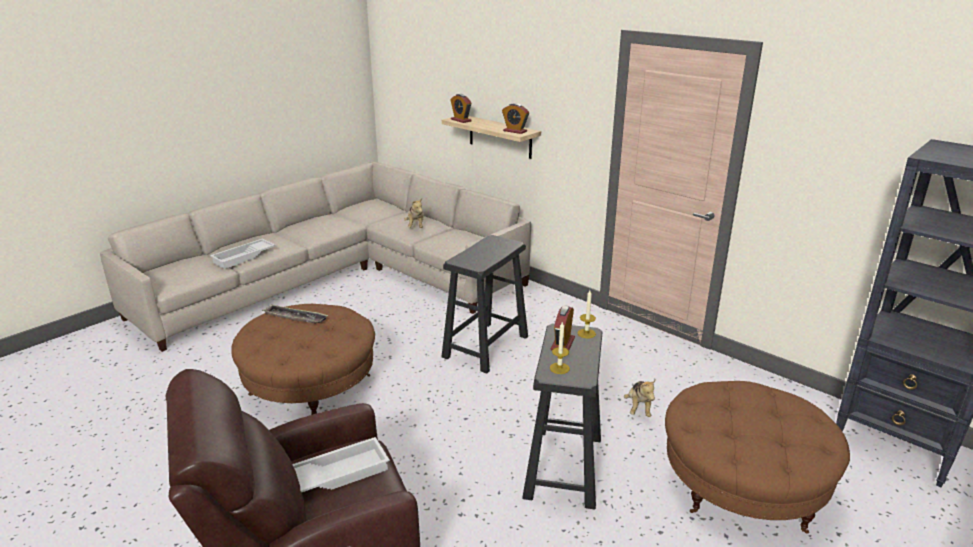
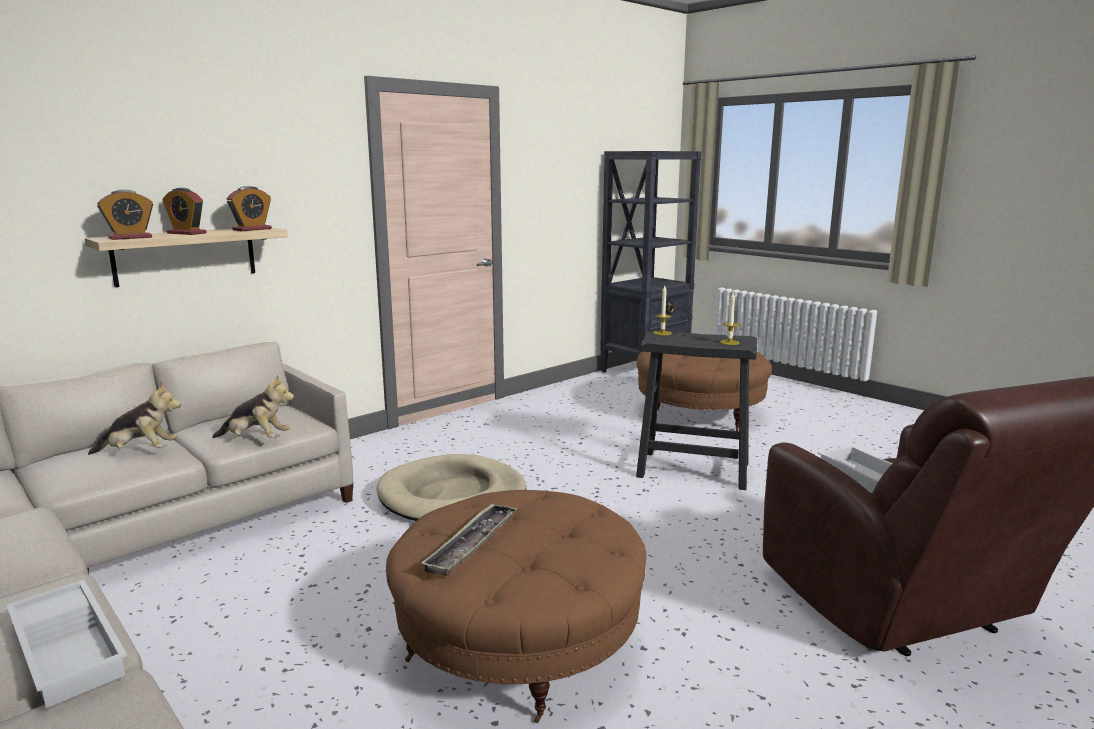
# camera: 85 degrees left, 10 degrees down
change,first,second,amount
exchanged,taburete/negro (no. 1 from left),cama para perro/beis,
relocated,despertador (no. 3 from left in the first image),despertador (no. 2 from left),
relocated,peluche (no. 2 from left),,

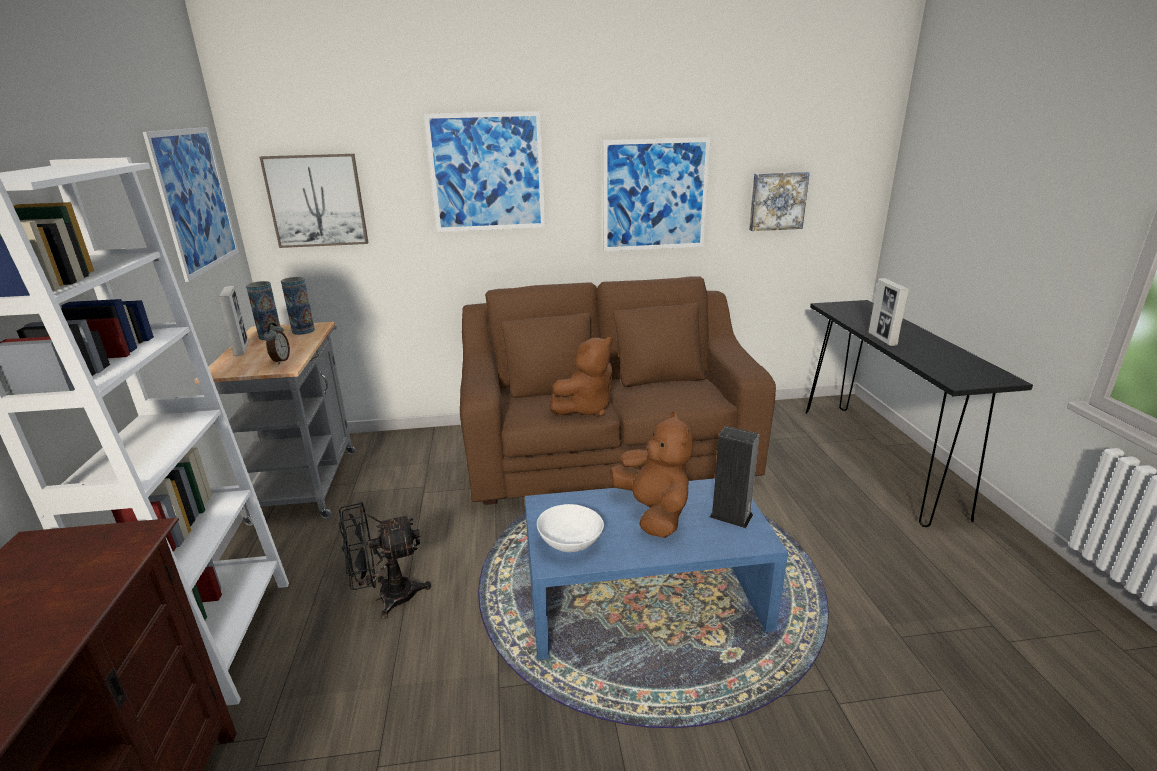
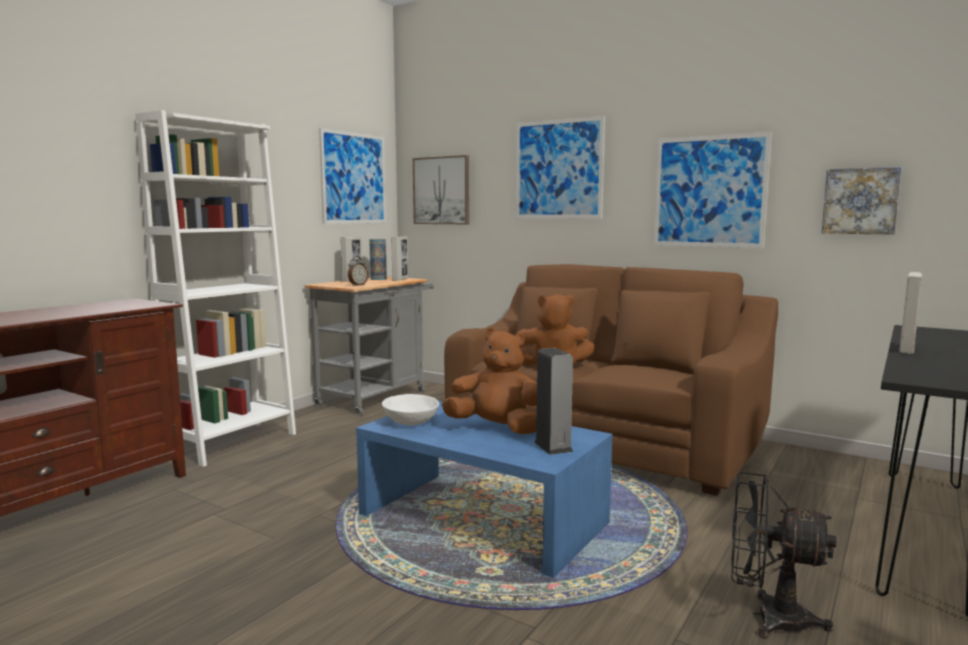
# camera: 40 degrees right, 15 degrees down
change,first,second,amount
exchanged,florero (no. 2 from left),portarretratos (no. 2 from left),
relocated,ventilador/negro,,
spun,peluche/marrón (no. 2 from left in the first image),peluche/marrón (no. 1 from left),90 degrees counterclockwise

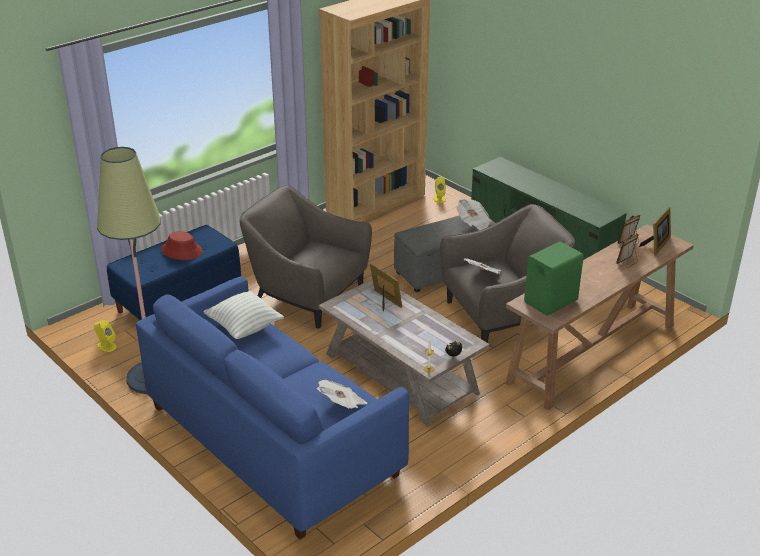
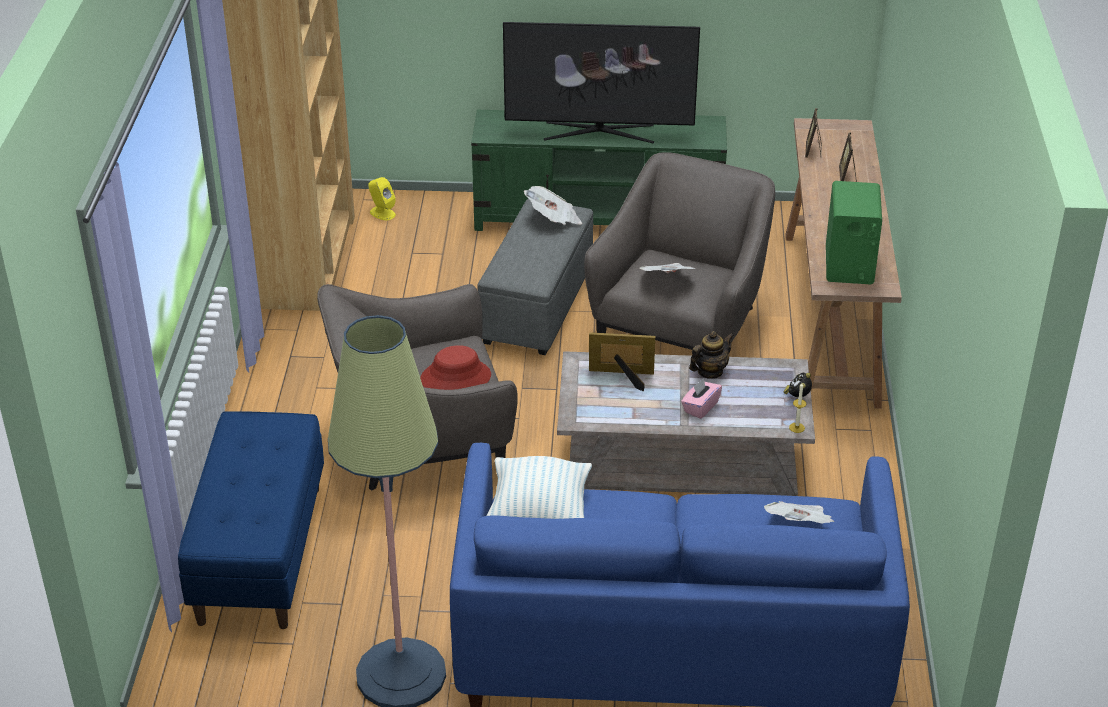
# camera: 45 degrees left, 5 degrees up
change,first,second,amount
missing,altavoz/amarillo (no. 1 from left),,
relocated,sombrero/rojo,,
missing,portarretratos (no. 4 from left),,
appeared,,televisor,
appeared,,caja de pañuelos/rosa,
appeared,,tetera,

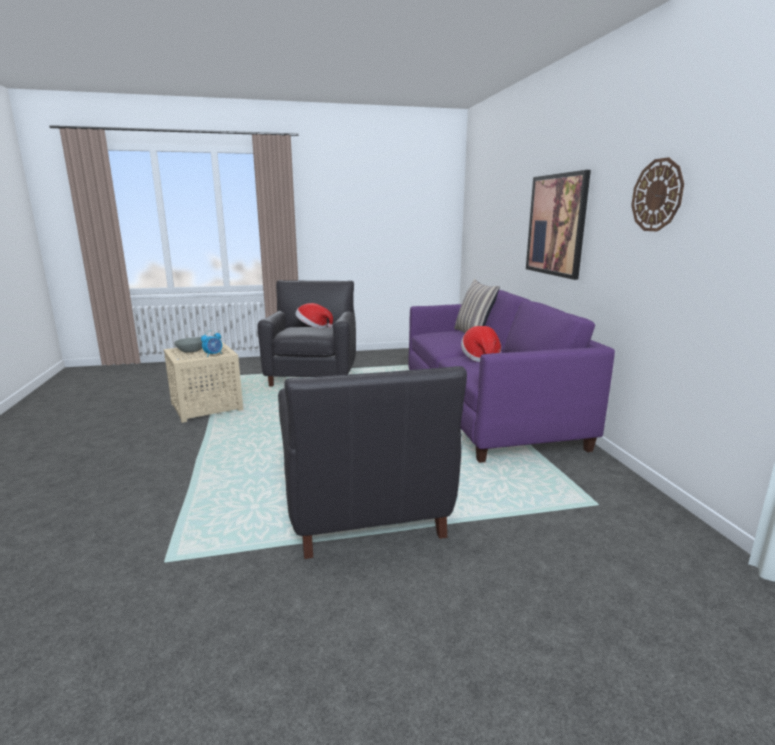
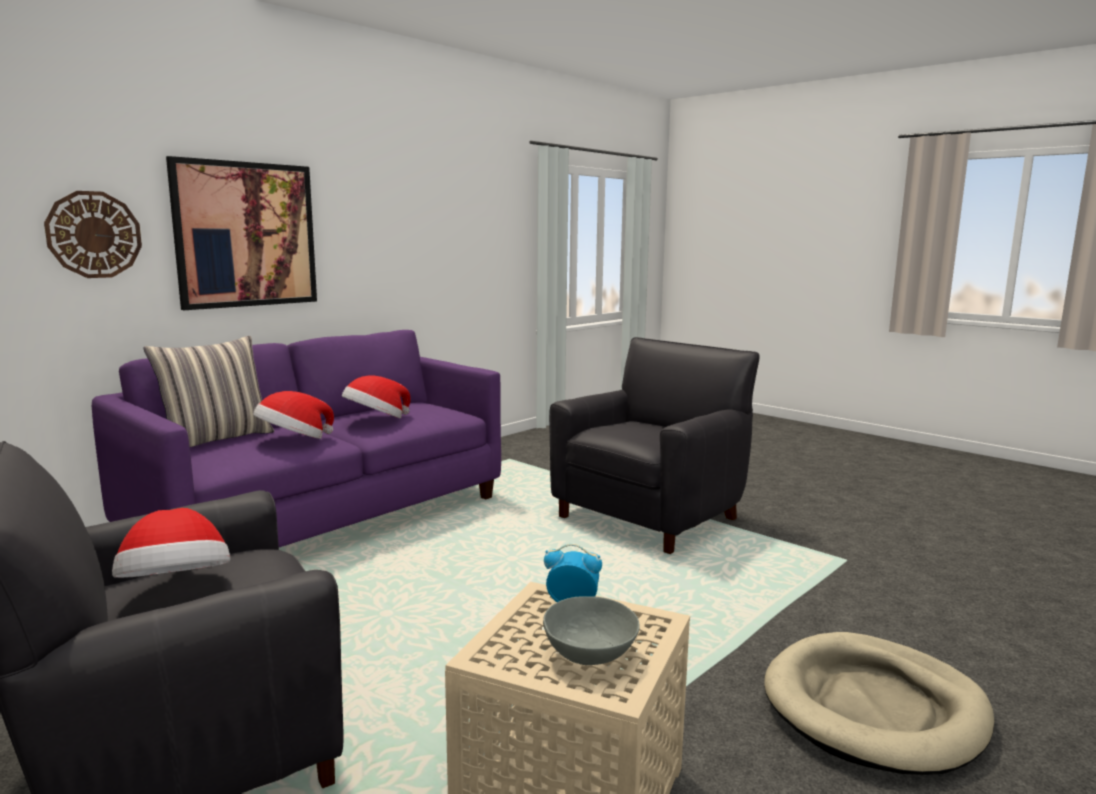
# camera: 125 degrees left, 5 degrees down
change,first,second,amount
relocated,reloj de pared,,
appeared,,sombrero (no. 2 from left),
appeared,,cama para perro/beis,

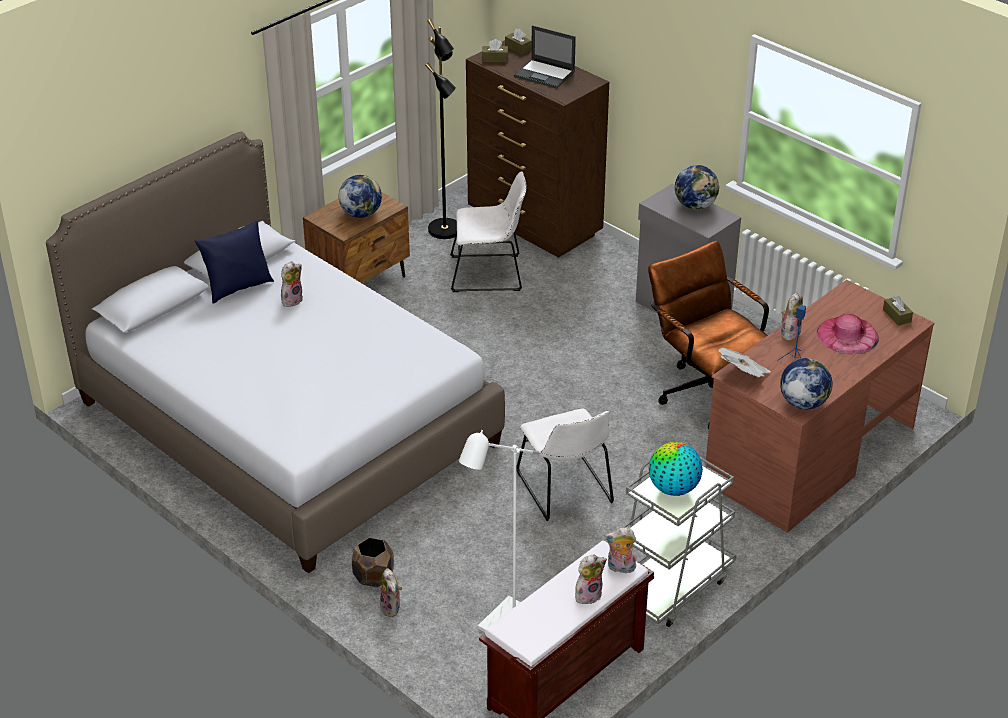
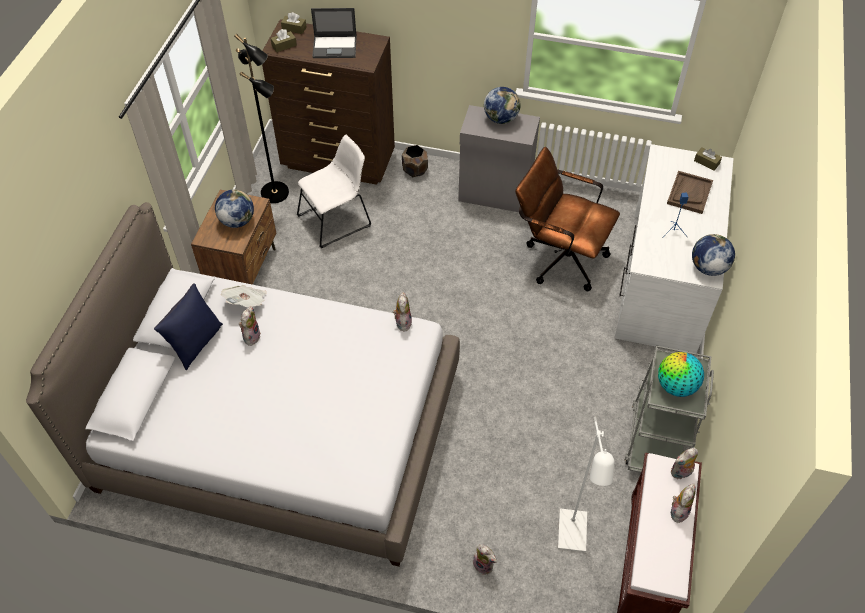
# camera: 30 degrees left, 15 degrees up
change,first,second,amount
relocated,maceta/marrón,,
missing,silla/blanco (no. 2 from left),,
colour,escritorio/marrón,escritorio/blanco,
relocated,periódico,,
relocated,peluche (no. 5 from left in the first image),peluche (no. 2 from left),
exchanged,sombrero/rosa,bandeja/marrón,

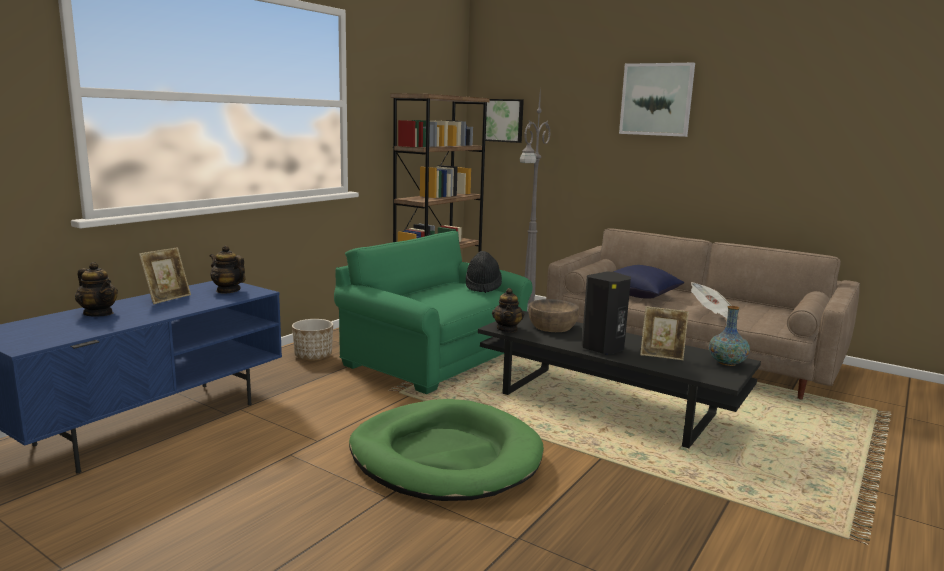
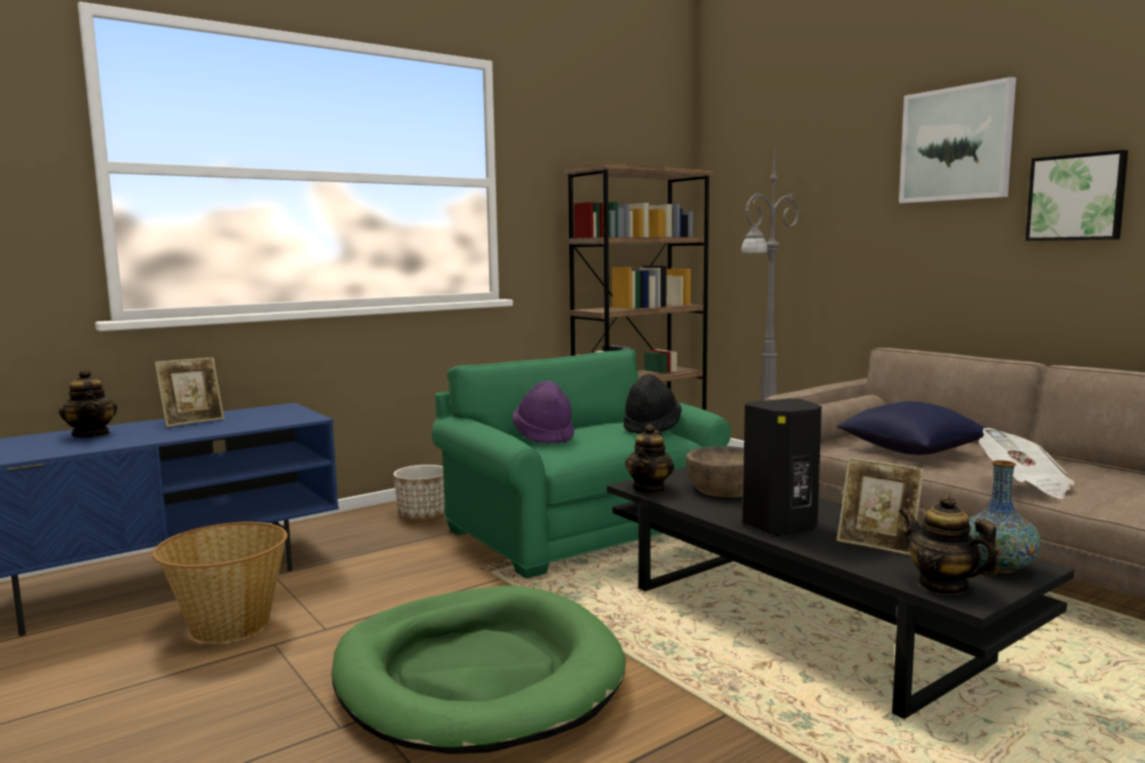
# camera: 20 degrees right, 5 degrees down
change,first,second,amount
relocated,tetera (no. 2 from left in the first image),tetera (no. 3 from left),
relocated,cuadro (no. 1 from left in the first image),cuadro (no. 2 from left),
appeared,,cesta,
appeared,,sombrero/morado,

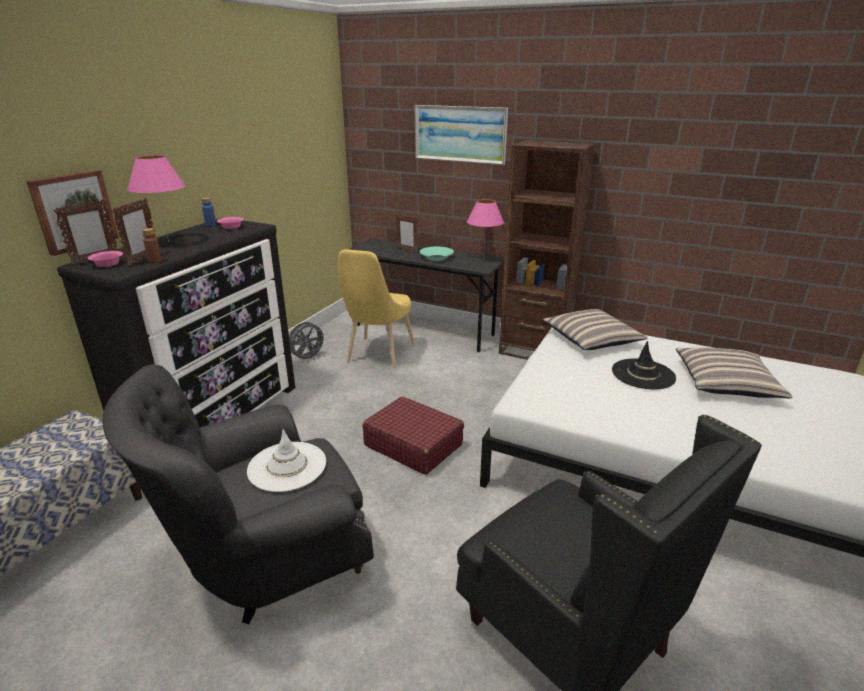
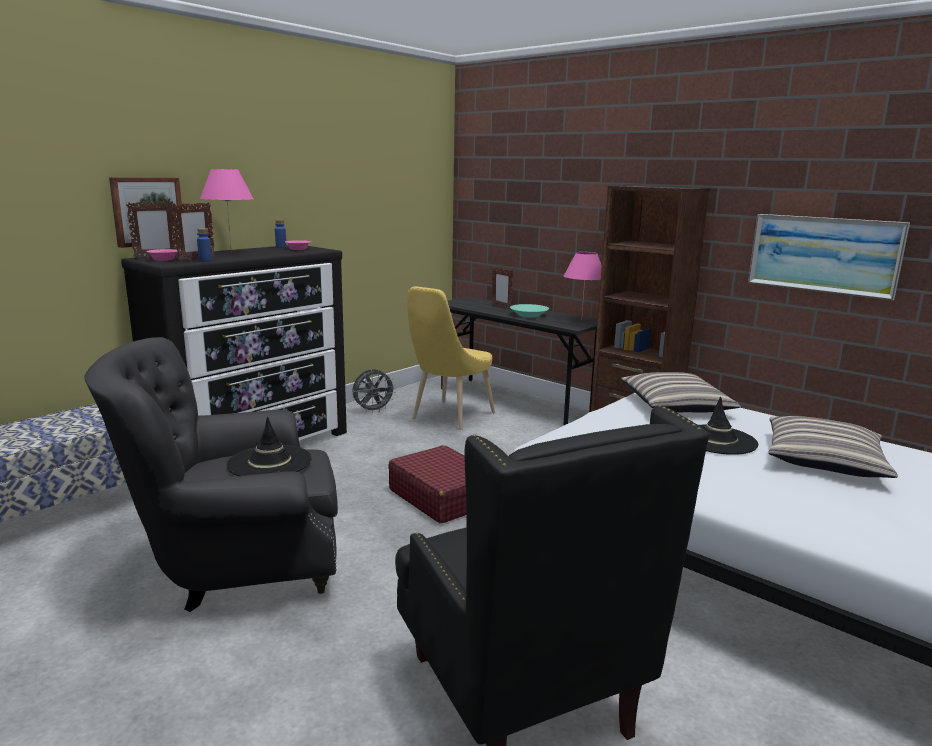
# camera: 15 degrees right, 10 degrees down
change,first,second,amount
colour,botella/marrón,botella/azul (no. 1 from left),
colour,sombrero/blanco,sombrero/negro (no. 1 from left),
relocated,cuadro (no. 2 from left),,

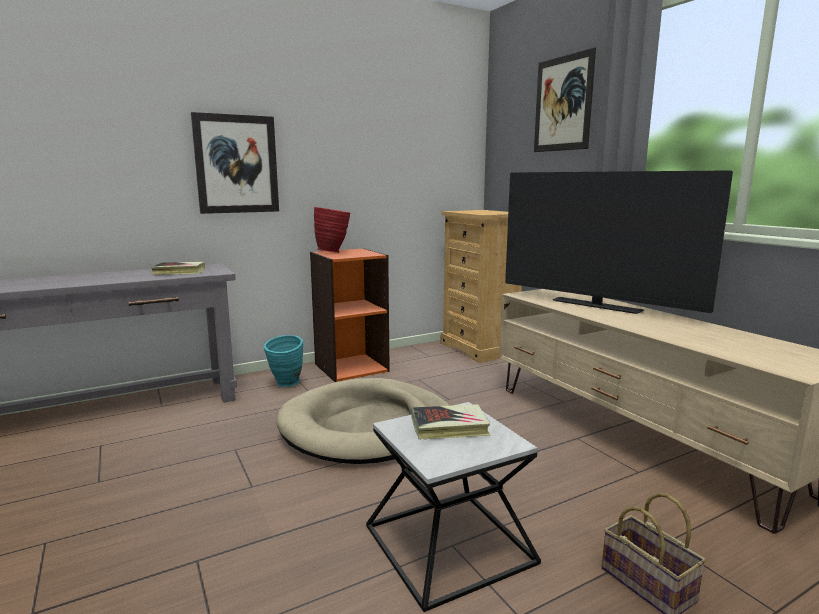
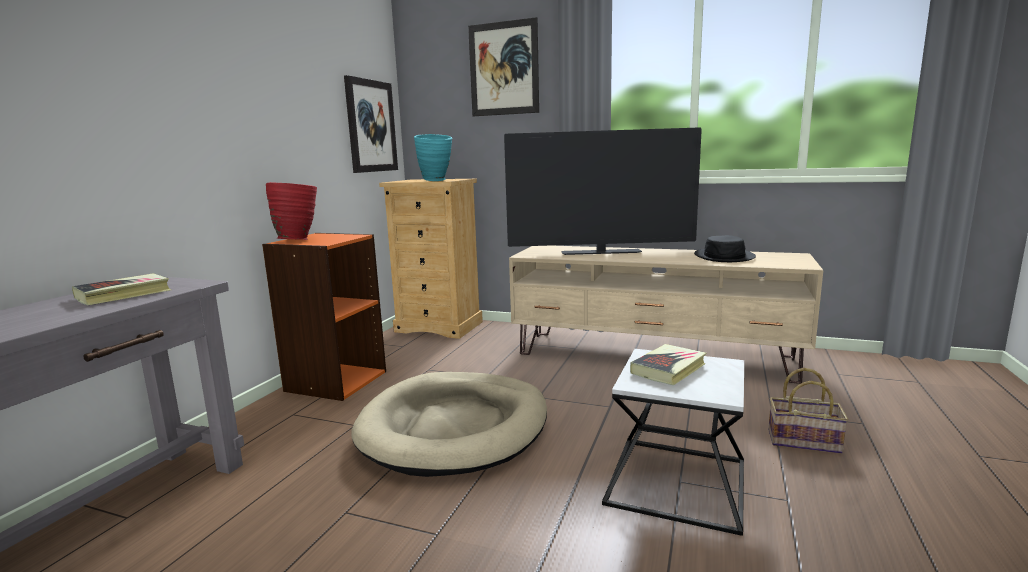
# camera: 40 degrees left, 0 degrees up
change,first,second,amount
relocated,cuadro (no. 1 from left),,
relocated,florero/turquesa,,
appeared,,sombrero/negro,

